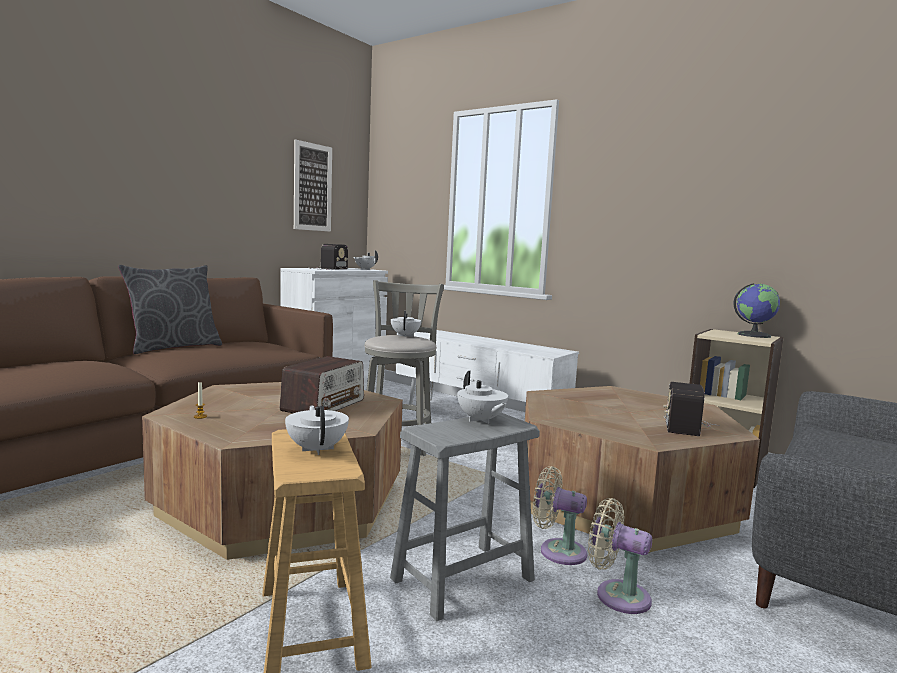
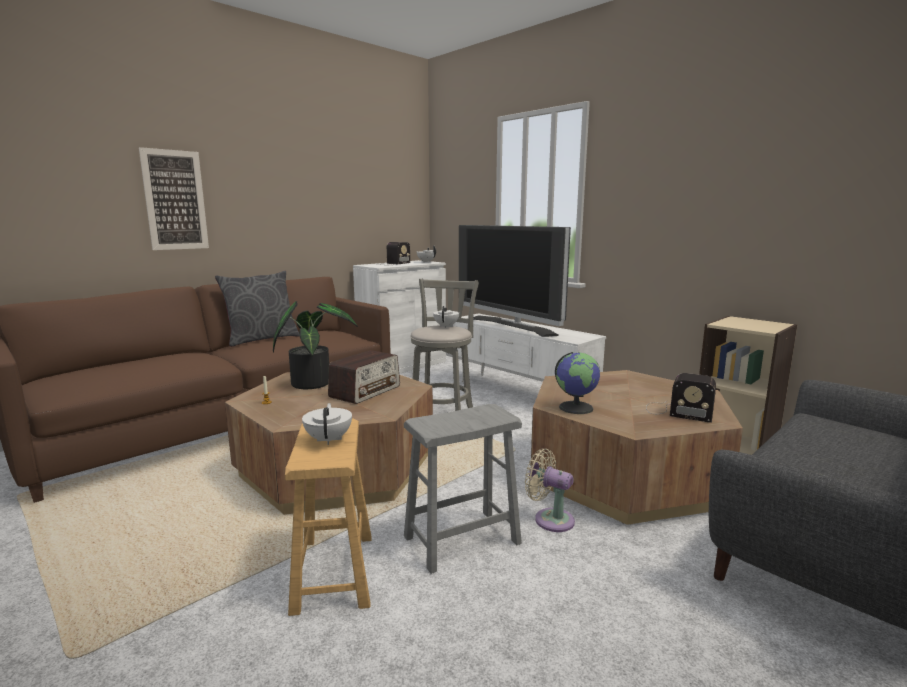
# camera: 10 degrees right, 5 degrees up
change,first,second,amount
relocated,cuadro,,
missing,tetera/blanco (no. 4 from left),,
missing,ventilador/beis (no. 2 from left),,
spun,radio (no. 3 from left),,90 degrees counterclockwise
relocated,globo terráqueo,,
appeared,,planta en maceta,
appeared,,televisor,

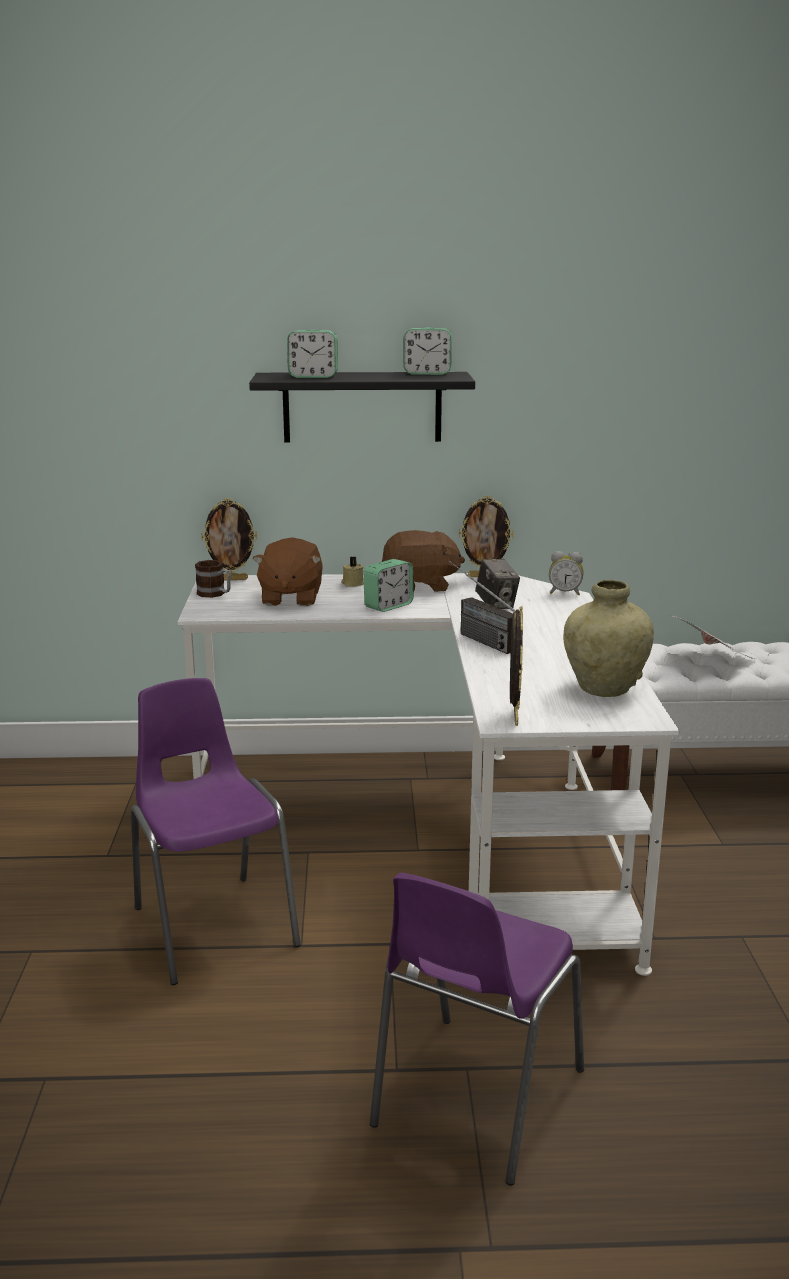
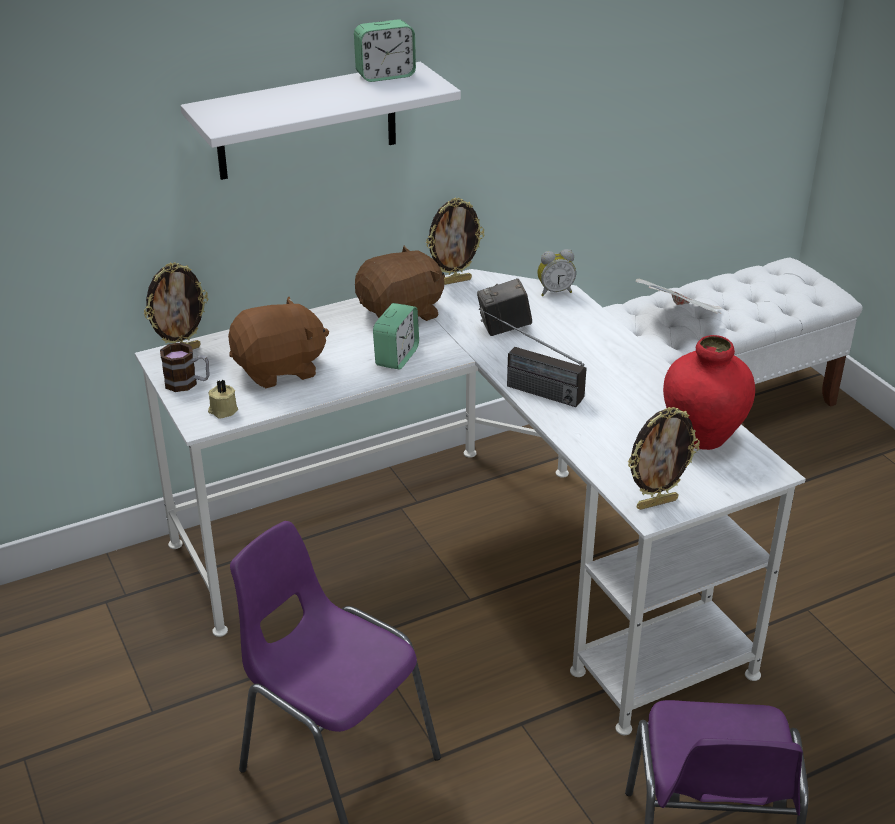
# camera: 25 degrees left, 15 degrees up
change,first,second,amount
colour,estante/negro,estante/blanco,
spun,peluche/marrón (no. 1 from left),,90 degrees counterclockwise
missing,despertador (no. 1 from left),,
relocated,vela/beis,,
spun,cámara,,120 degrees clockwise
spun,portarretratos (no. 3 from left),,90 degrees clockwise
colour,florero/beis,florero/rojo,

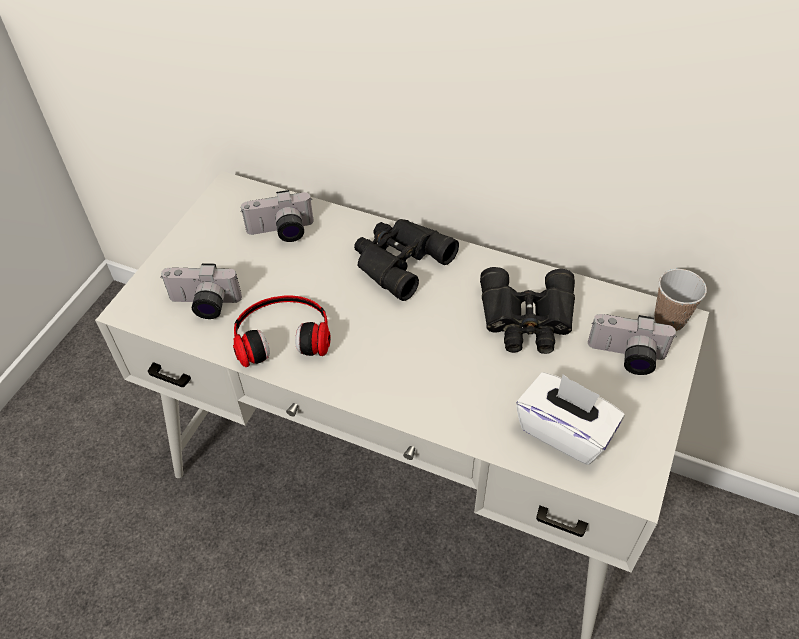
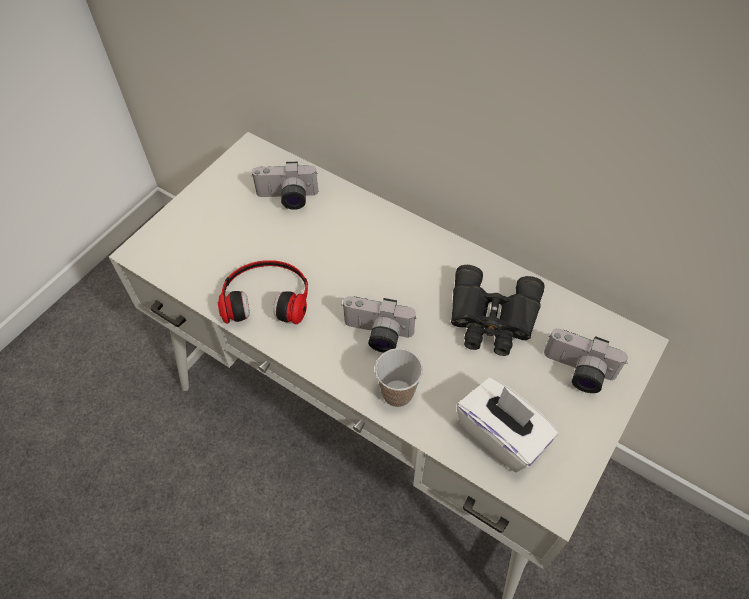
# camera: 10 degrees right, 5 degrees up
change,first,second,amount
relocated,cámara (no. 1 from left in the first image),cámara (no. 2 from left),
missing,prismáticos/negro (no. 1 from left),,
relocated,taza,,

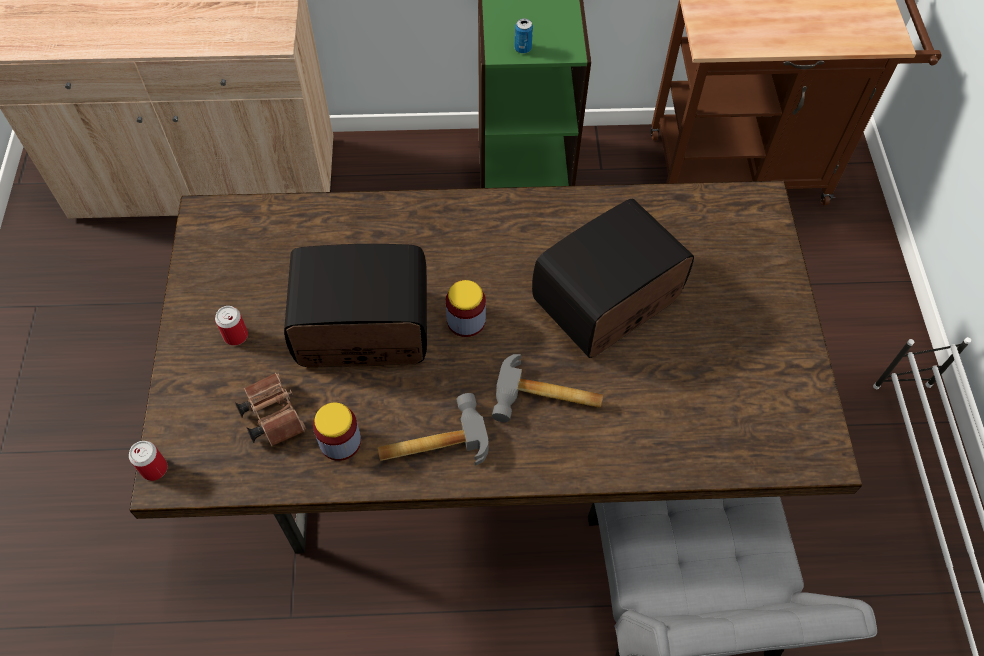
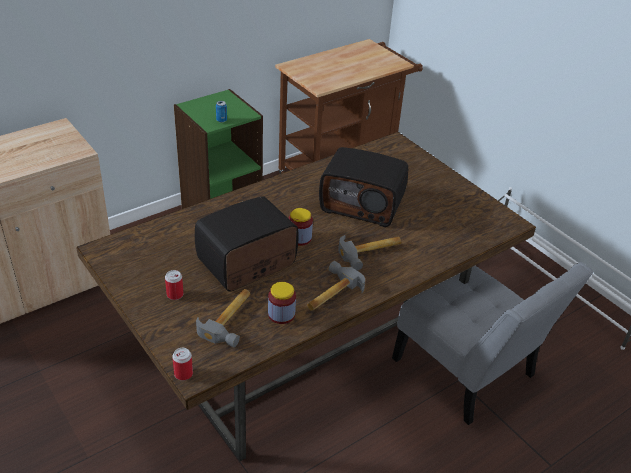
# camera: 35 degrees left, 20 degrees down
change,first,second,amount
exchanged,prismáticos/marrón,martillo (no. 1 from left),
spun,radio (no. 2 from left),,90 degrees counterclockwise

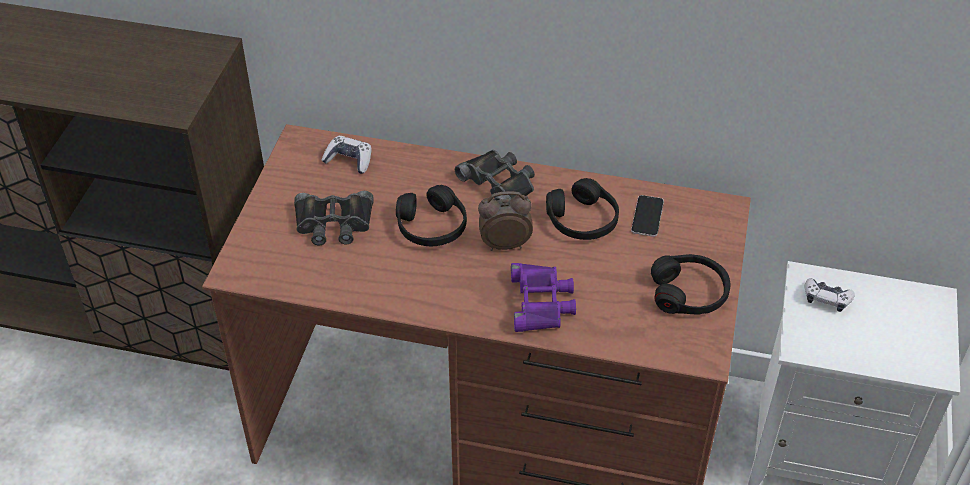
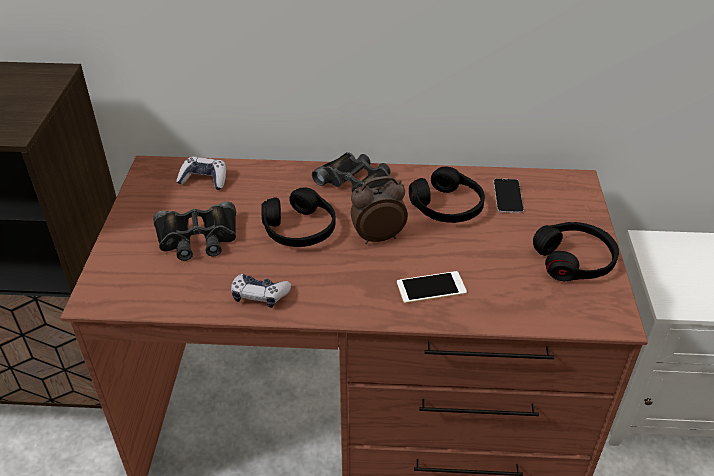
# camera: 10 degrees left, 5 degrees down
change,first,second,amount
exchanged,prismáticos/morado,móvil (no. 1 from left),
relocated,mando de consola (no. 2 from left),,

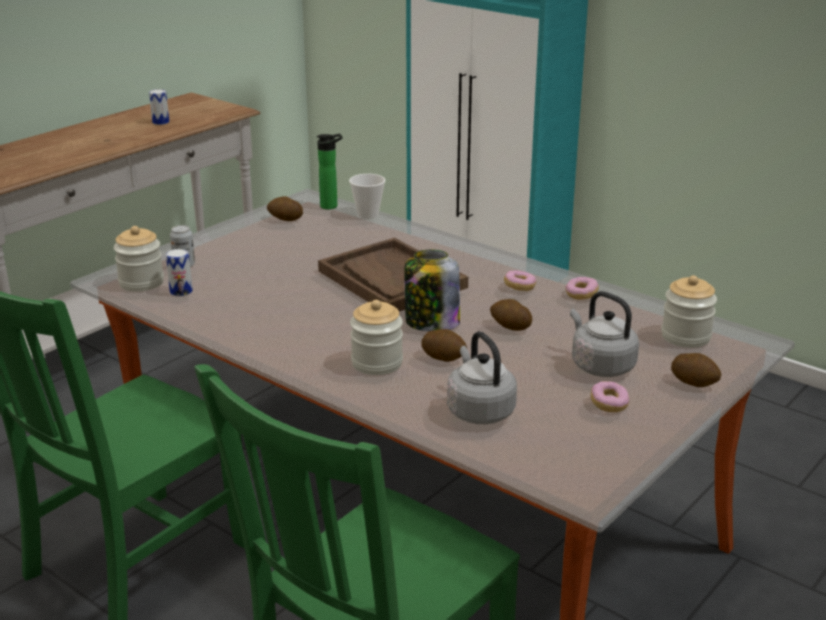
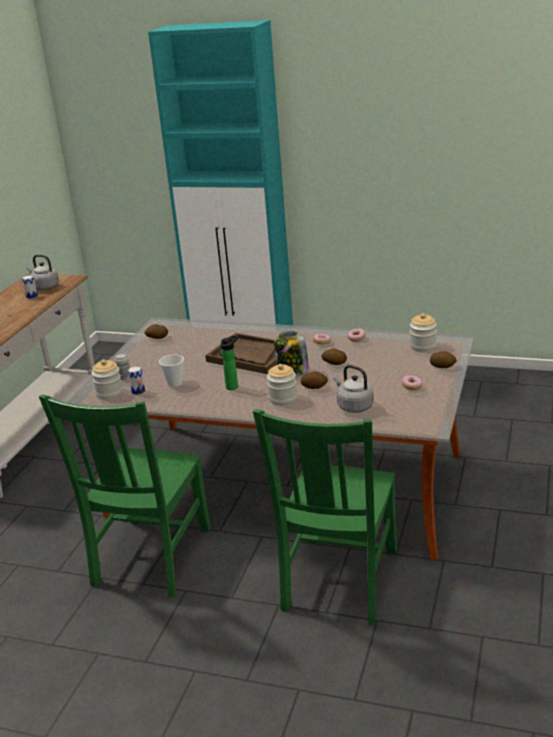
# camera: 20 degrees left, 0 degrees up
change,first,second,amount
relocated,botella,,
relocated,taza,,
relocated,hervidor/gris (no. 2 from left in the first image),hervidor/gris (no. 1 from left),

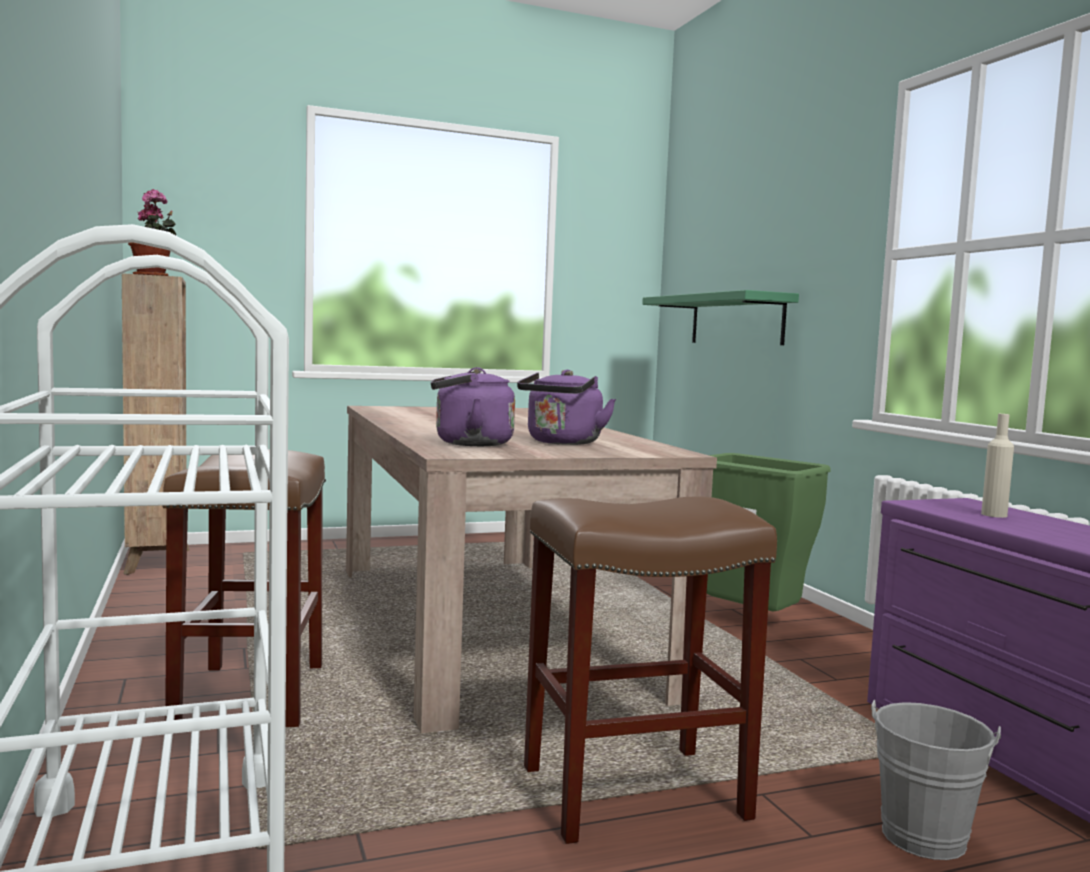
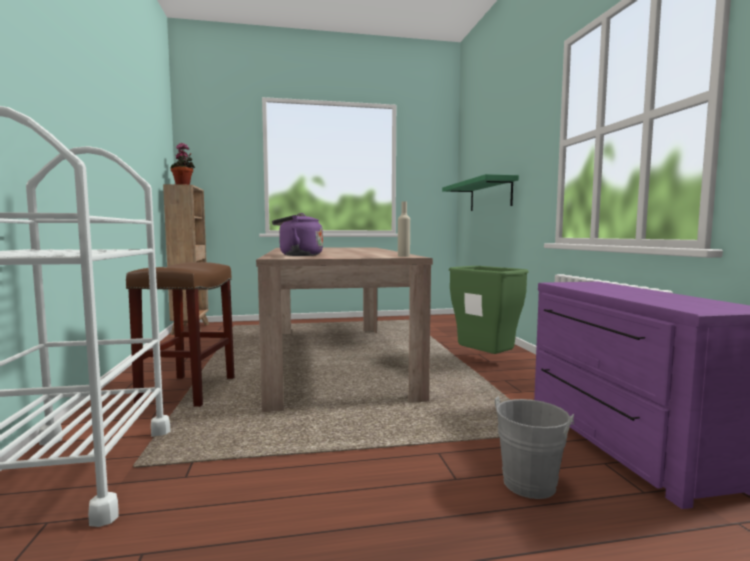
# camera: 10 degrees right, 0 degrees up
change,first,second,amount
missing,hervidor/morado (no. 2 from left),,
missing,taburete/marrón (no. 2 from left),,
relocated,botella/beis,,

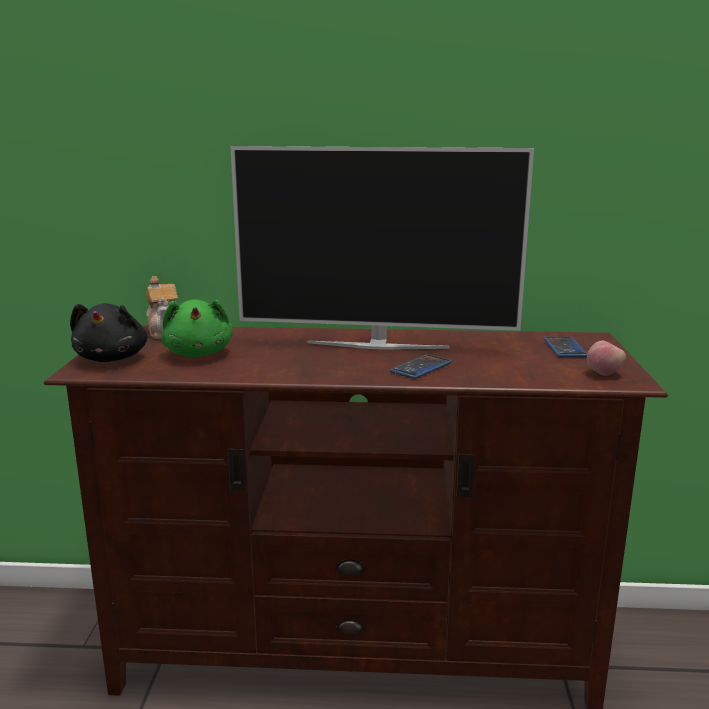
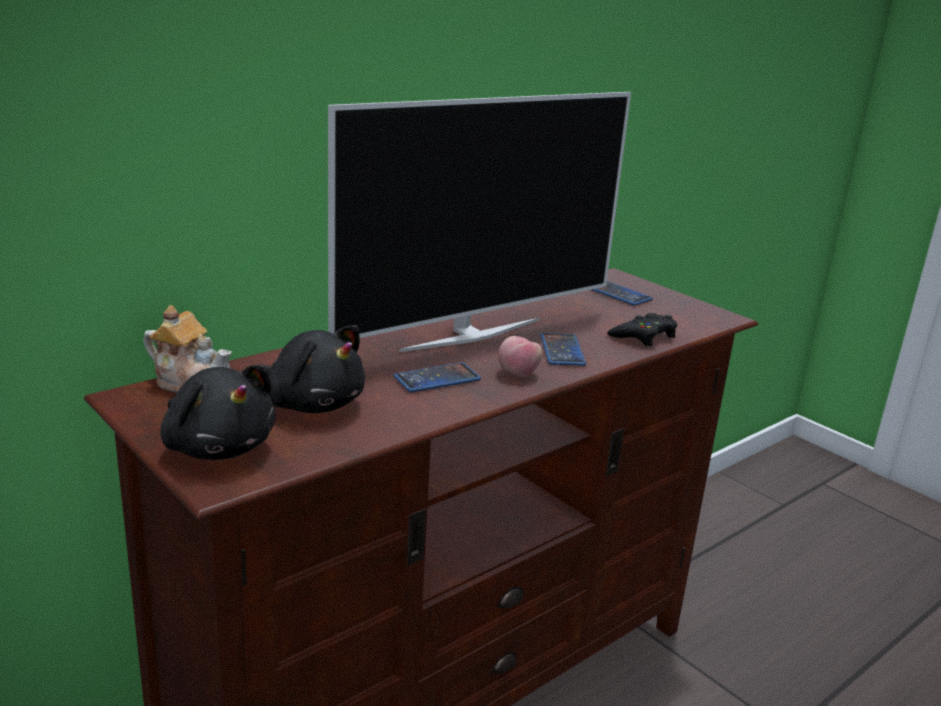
# camera: 45 degrees left, 5 degrees up
change,first,second,amount
colour,peluche/verde,peluche/negro (no. 2 from left),
relocated,manzana,,
appeared,,móvil (no. 1 from left),
appeared,,mando de consola/negro,

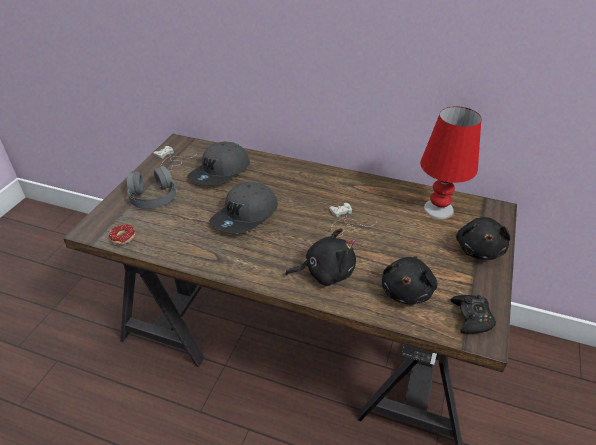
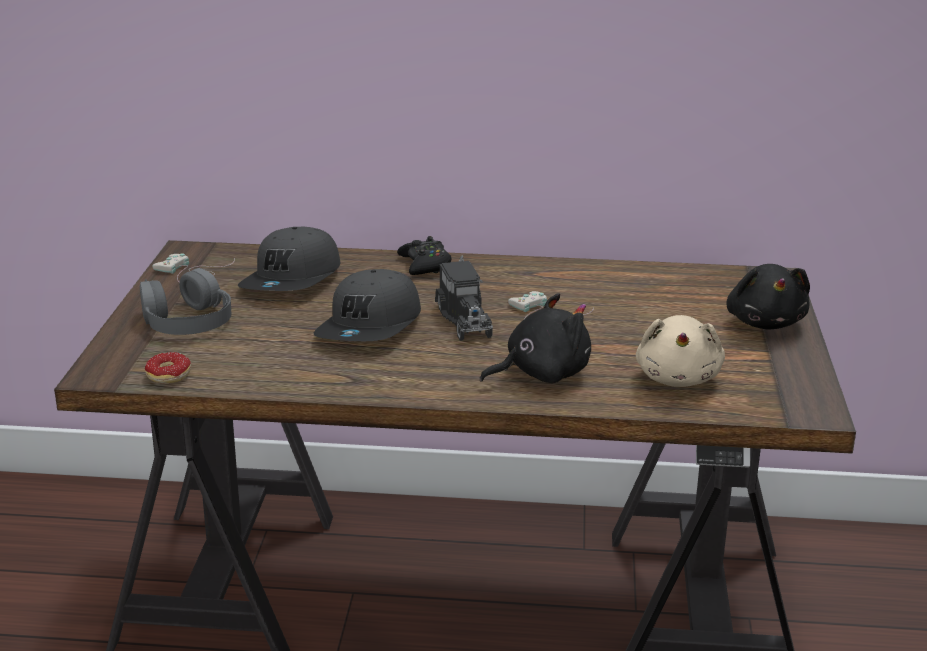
# camera: 15 degrees left, 15 degrees down
change,first,second,amount
colour,peluche/negro (no. 2 from left),peluche/beis,
missing,lámpara de mesa/rojo,,
relocated,mando de consola/negro,,
appeared,,camión de juguete,

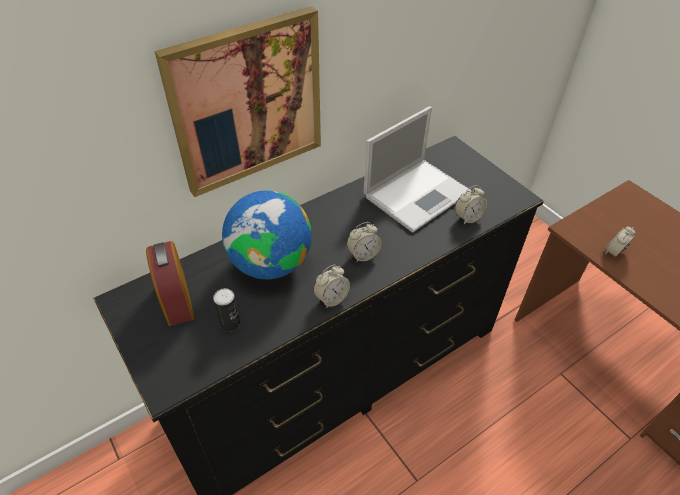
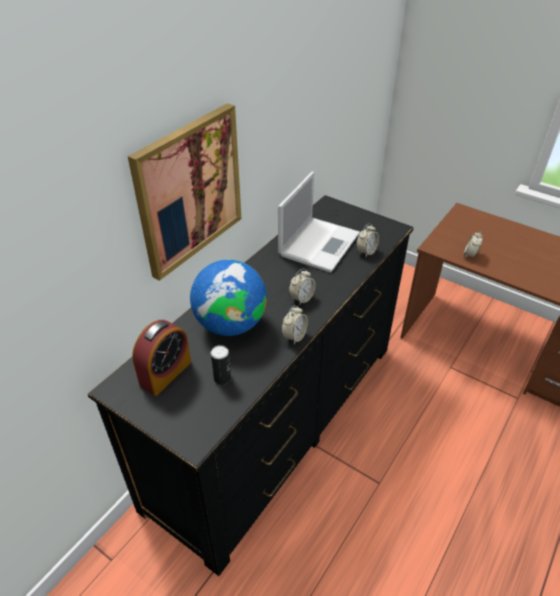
# camera: 20 degrees left, 5 degrees down
change,first,second,amount
spun,despertador (no. 1 from left),,105 degrees counterclockwise

